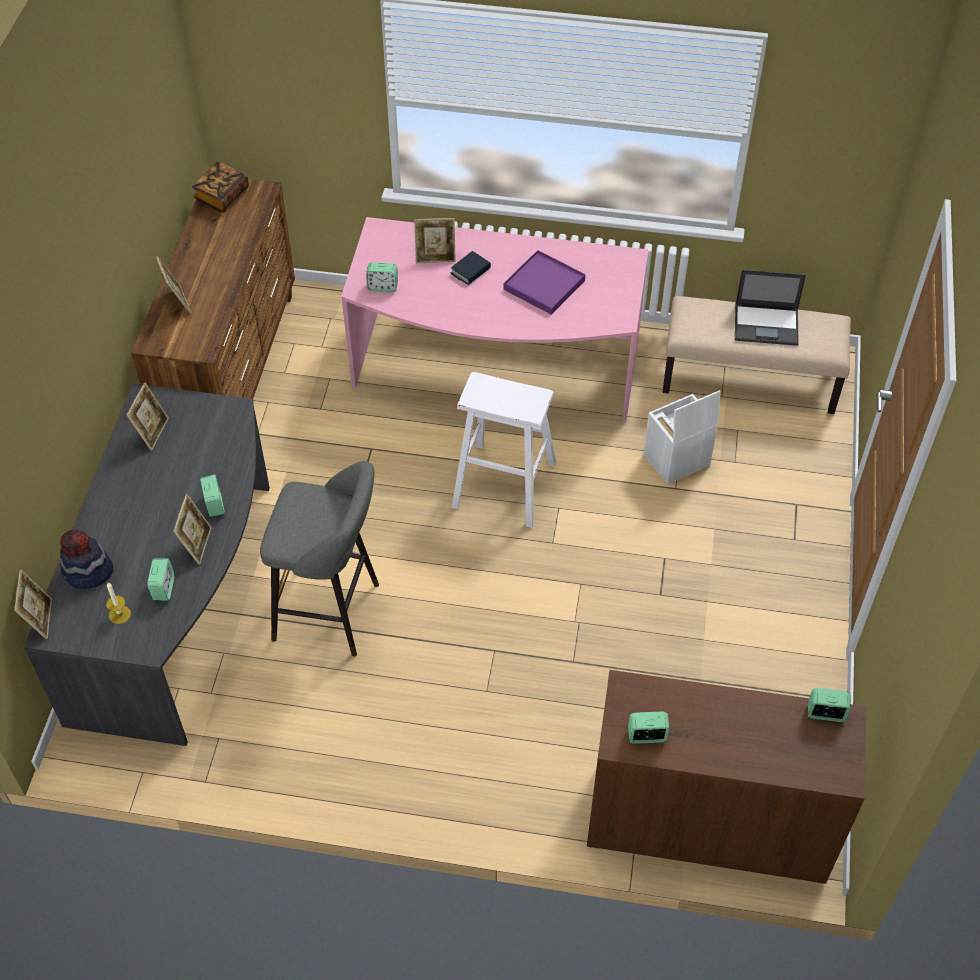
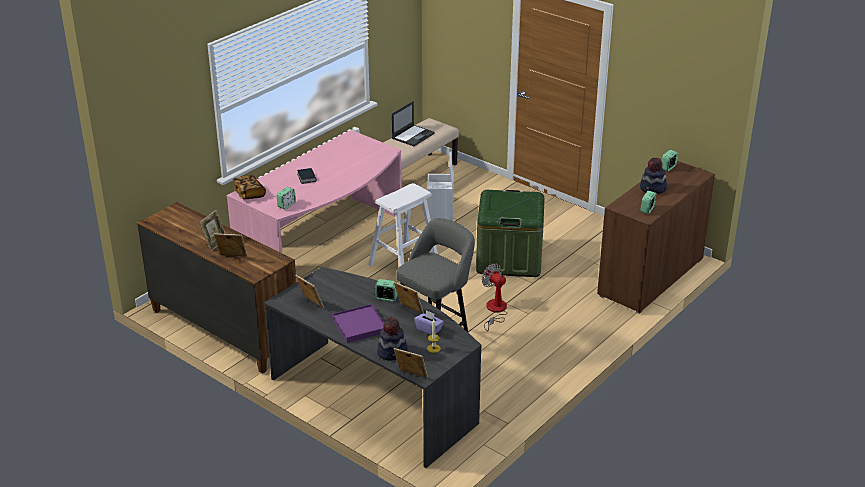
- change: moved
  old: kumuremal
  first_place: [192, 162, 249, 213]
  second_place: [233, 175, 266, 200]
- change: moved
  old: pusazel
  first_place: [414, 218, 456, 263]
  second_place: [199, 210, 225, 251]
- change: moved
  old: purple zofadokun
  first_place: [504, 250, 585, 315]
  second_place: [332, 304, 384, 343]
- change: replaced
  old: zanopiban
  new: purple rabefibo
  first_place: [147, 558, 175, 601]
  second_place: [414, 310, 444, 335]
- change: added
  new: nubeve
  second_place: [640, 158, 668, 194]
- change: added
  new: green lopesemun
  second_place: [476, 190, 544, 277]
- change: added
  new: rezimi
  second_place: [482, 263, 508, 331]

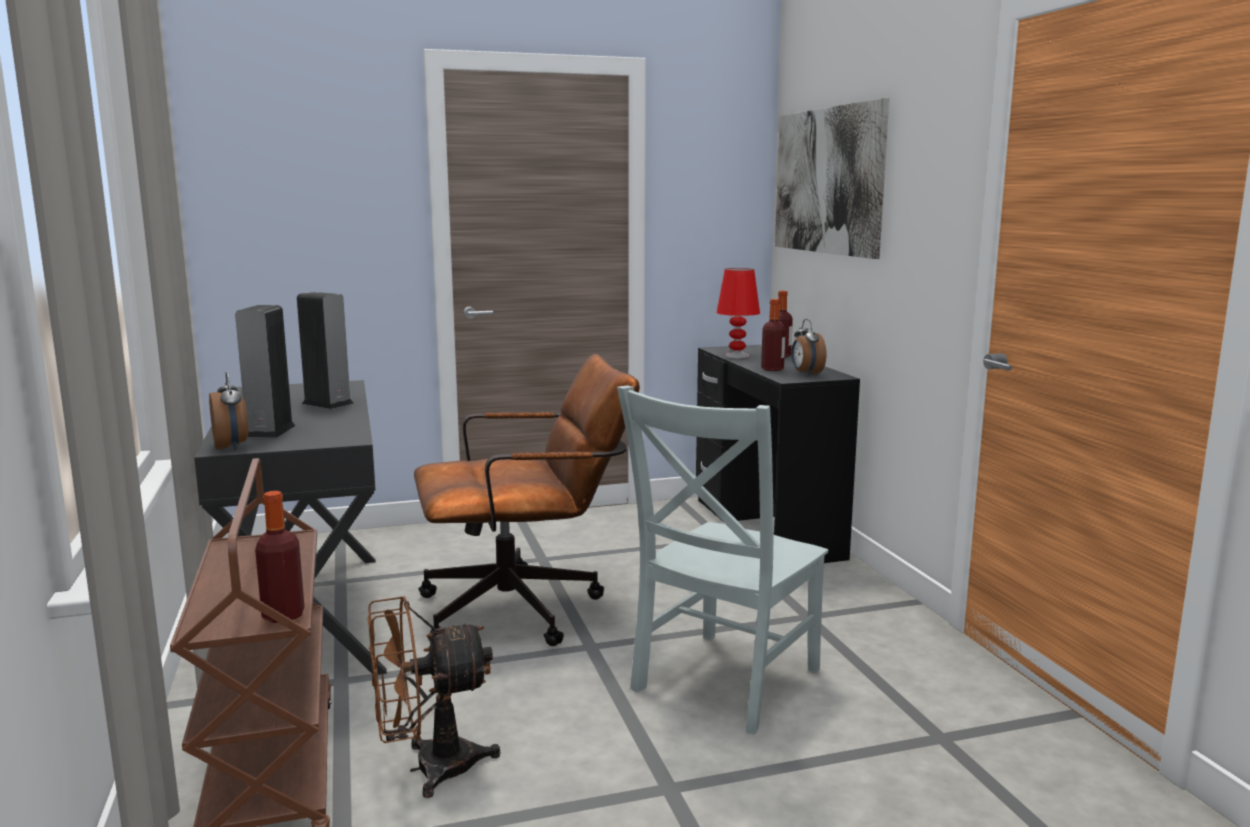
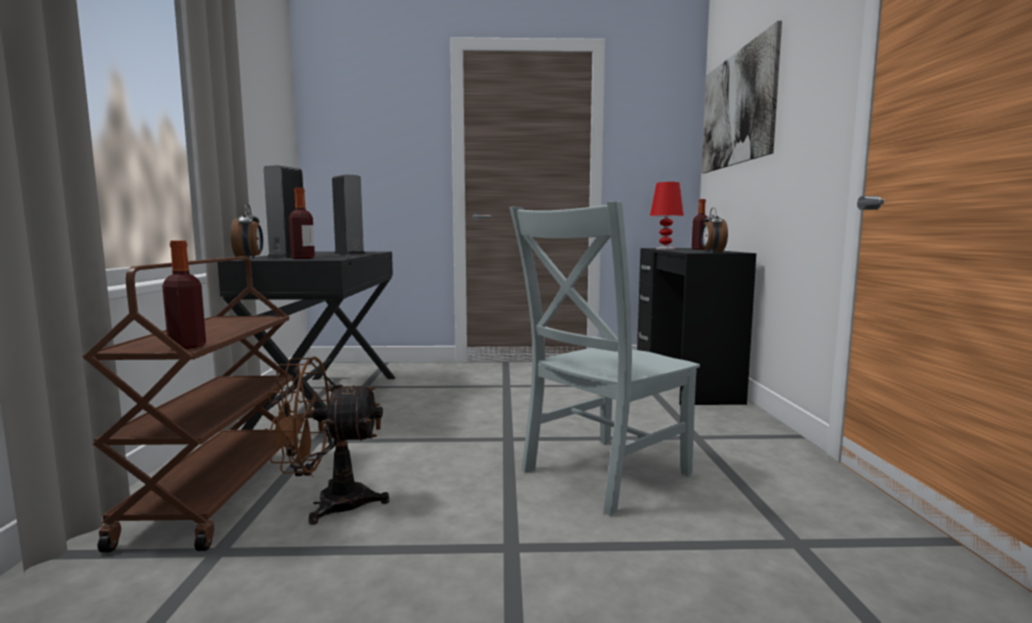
- change: moved
  old: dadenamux
  first_place: [761, 299, 786, 371]
  second_place: [289, 188, 315, 259]
- change: removed
  old: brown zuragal
  first_place: [414, 354, 640, 646]

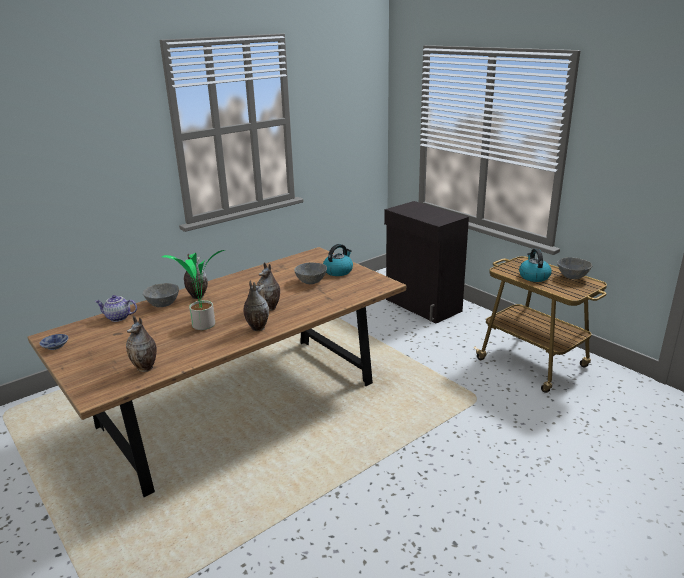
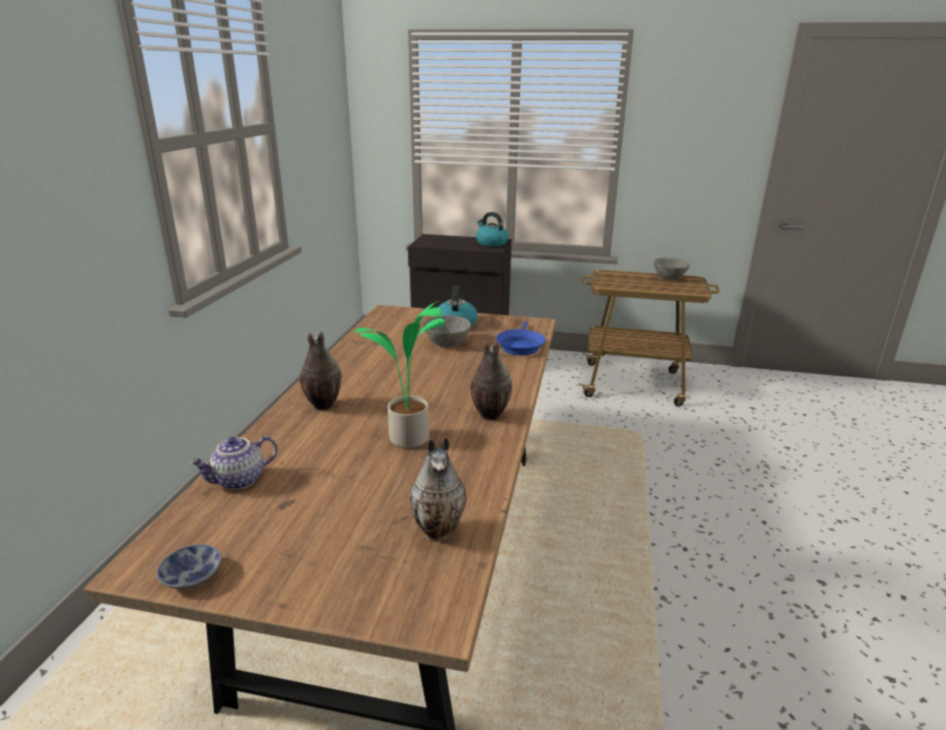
- change: moved
  old: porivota
  first_place: [519, 249, 552, 282]
  second_place: [476, 212, 509, 247]
- change: removed
  old: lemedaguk
  first_place: [256, 262, 280, 311]
- change: removed
  old: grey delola
  first_place: [143, 283, 179, 307]
- change: added
  new: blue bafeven
  second_place: [496, 321, 546, 355]

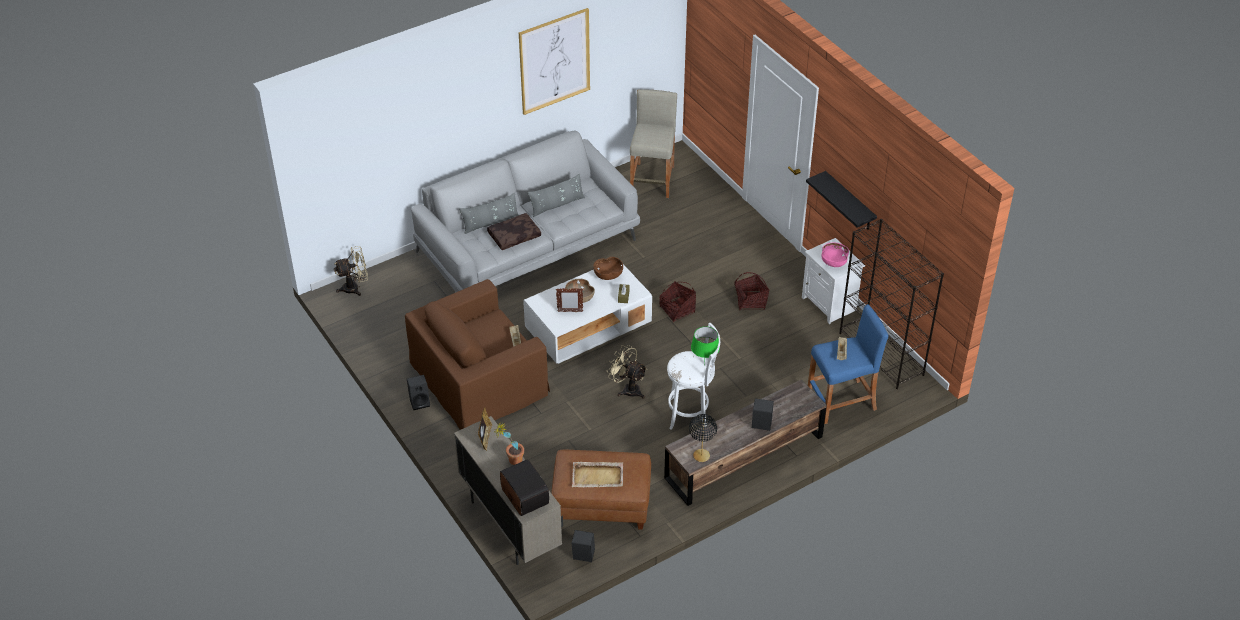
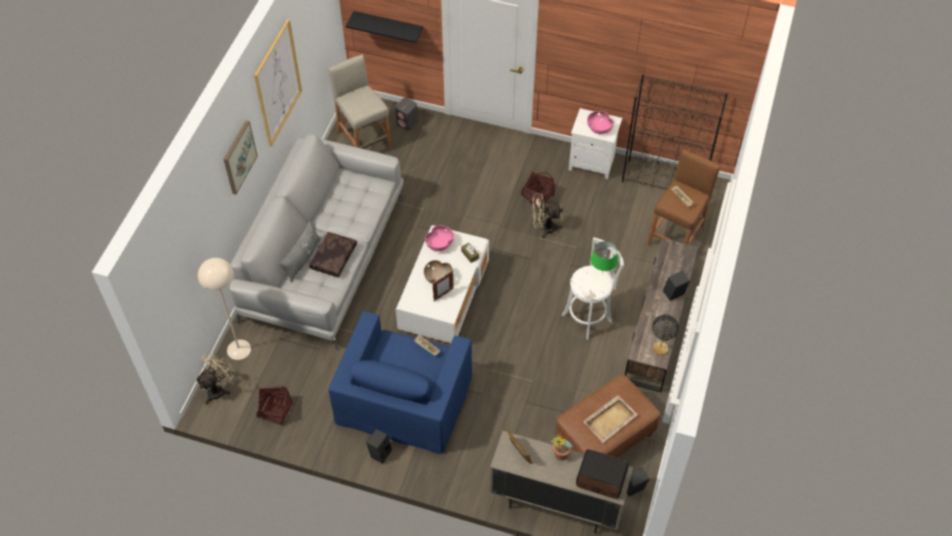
- change: moved
  old: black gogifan
  first_place: [806, 171, 877, 230]
  second_place: [346, 11, 423, 43]
- change: removed
  old: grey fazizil
  first_place: [528, 173, 585, 217]
- change: recoloured
  old: brown delola
  new: pink delola
  first_place: [593, 257, 623, 280]
  second_place: [425, 226, 454, 251]
- change: recoloured
  old: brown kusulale
  new: blue kusulale
  first_place: [405, 279, 550, 430]
  second_place: [328, 311, 472, 454]
- change: moved
  old: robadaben
  first_place: [659, 281, 696, 322]
  second_place: [256, 385, 293, 426]
- change: recoloured
  old: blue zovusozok
  new: brown zovusozok
  first_place: [808, 304, 888, 424]
  second_place: [648, 150, 720, 245]
- change: moved
  old: beige rezimi
  first_place: [608, 345, 647, 399]
  second_place: [532, 193, 563, 238]
- change: added
  new: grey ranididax
  second_place: [395, 98, 418, 131]
- change: added
  new: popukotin
  second_place: [224, 120, 258, 195]
- change: added
  new: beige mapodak
  second_place: [198, 258, 251, 360]

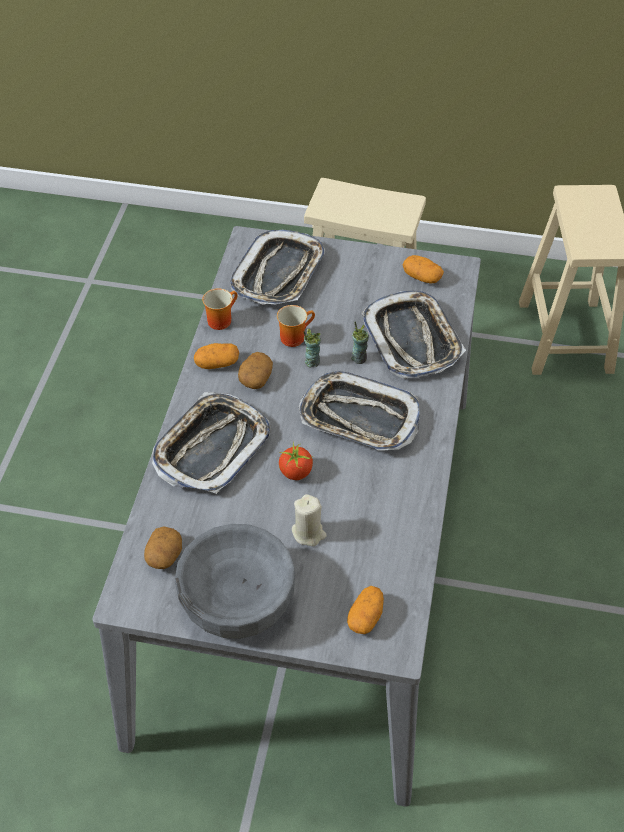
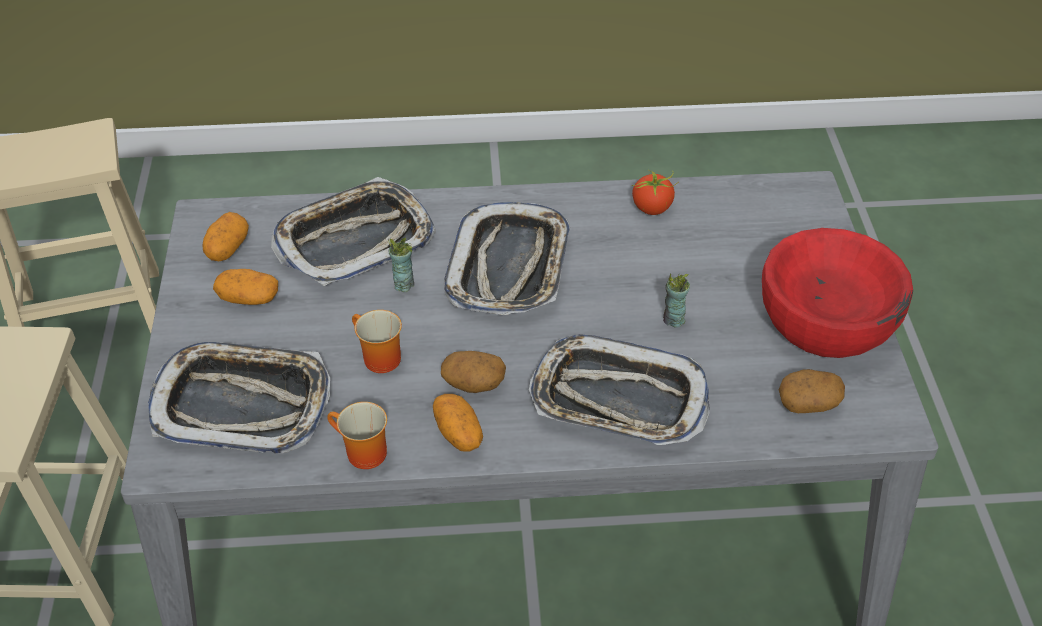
- change: moved
  old: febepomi
  first_place: [303, 329, 321, 367]
  second_place: [663, 273, 690, 328]
- change: moved
  old: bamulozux
  first_place: [279, 443, 313, 480]
  second_place: [632, 170, 679, 215]
- change: removed
  old: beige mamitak
  first_place: [292, 494, 327, 546]
- change: recoloured
  old: grey delola
  new: red delola
  first_place: [175, 524, 295, 639]
  second_place: [762, 228, 913, 358]
- change: moved
  old: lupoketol
  first_place: [347, 586, 384, 634]
  second_place: [213, 269, 278, 305]

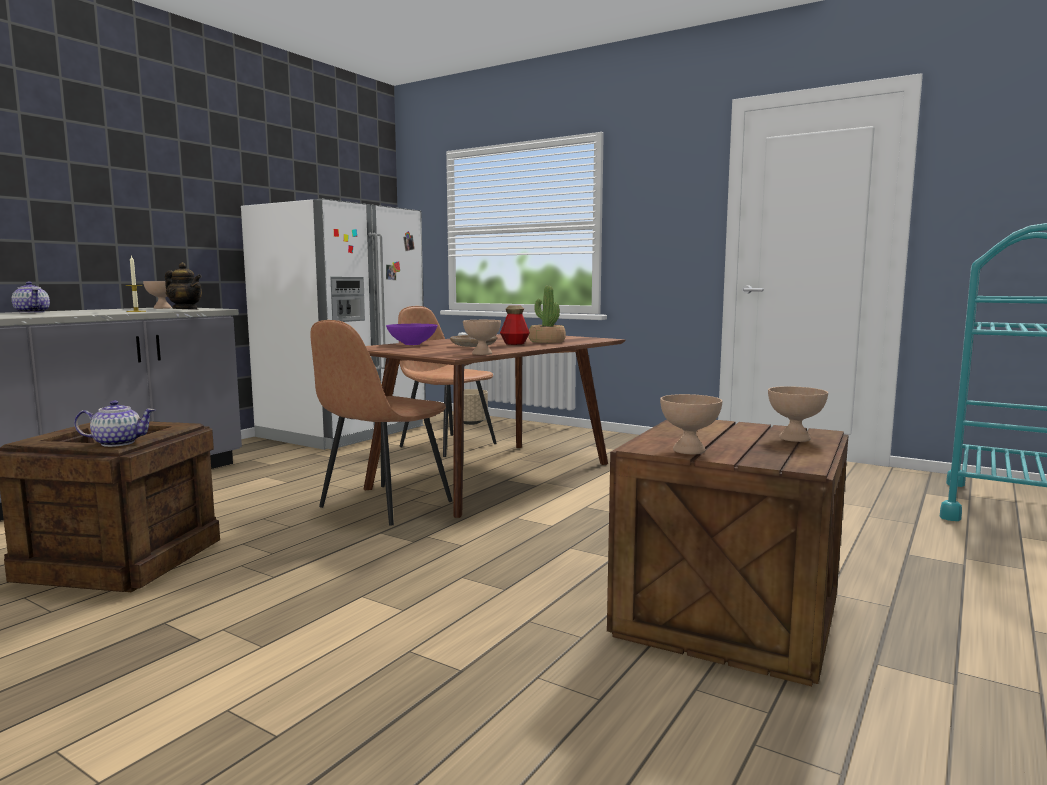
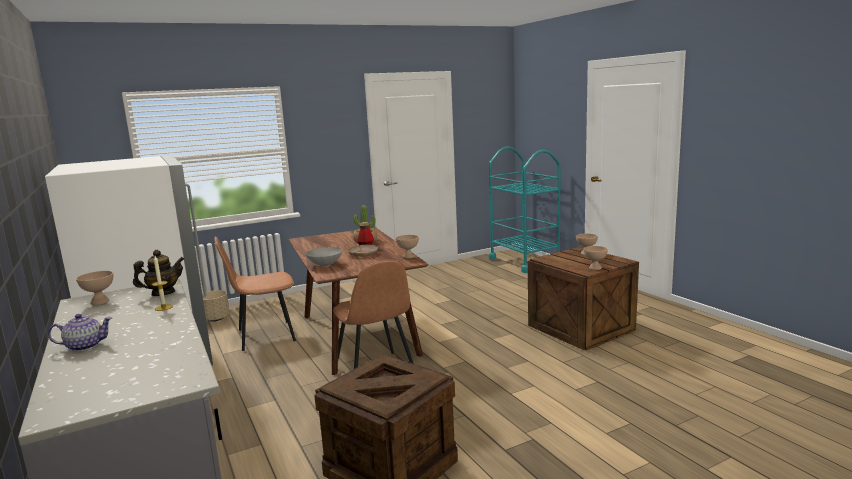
- change: recoloured
  old: purple delola
  new: grey delola
  first_place: [386, 324, 438, 345]
  second_place: [306, 247, 342, 267]
- change: removed
  old: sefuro
  first_place: [74, 400, 155, 447]

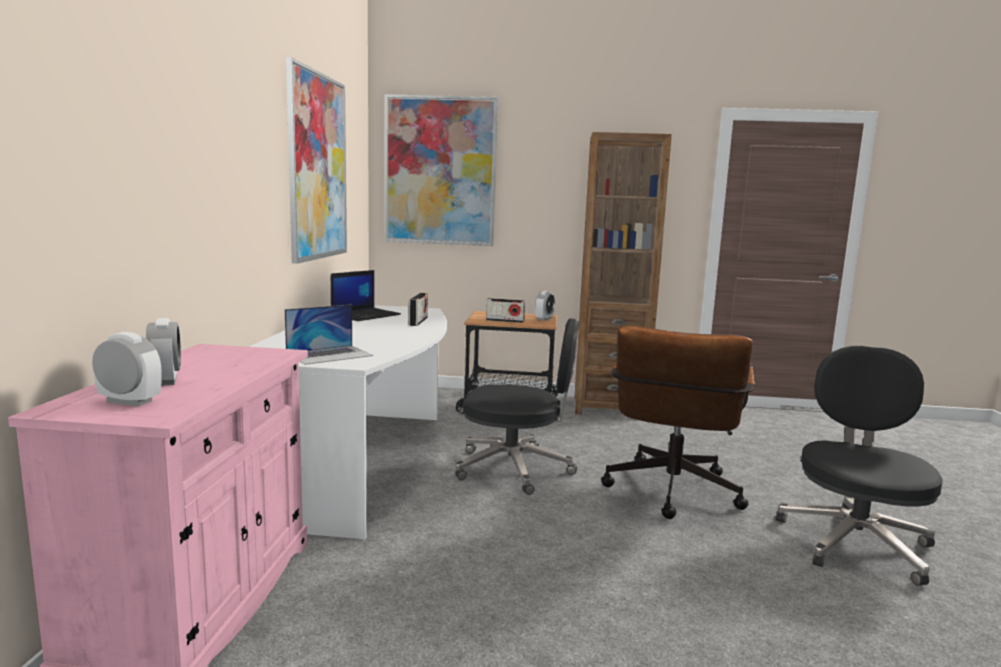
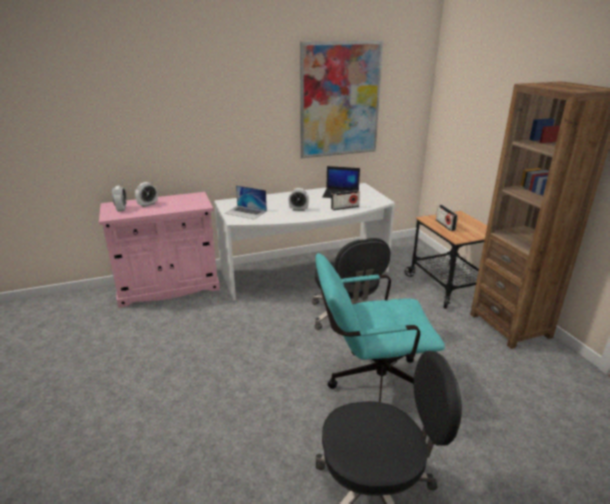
- change: removed
  old: popukotin
  first_place: [385, 94, 498, 246]
- change: moved
  old: zanopiban
  first_place: [535, 291, 555, 321]
  second_place: [289, 188, 309, 211]
- change: recoloured
  old: brown zuragal
  new: turquoise zuragal
  first_place: [601, 325, 755, 519]
  second_place: [315, 253, 445, 402]

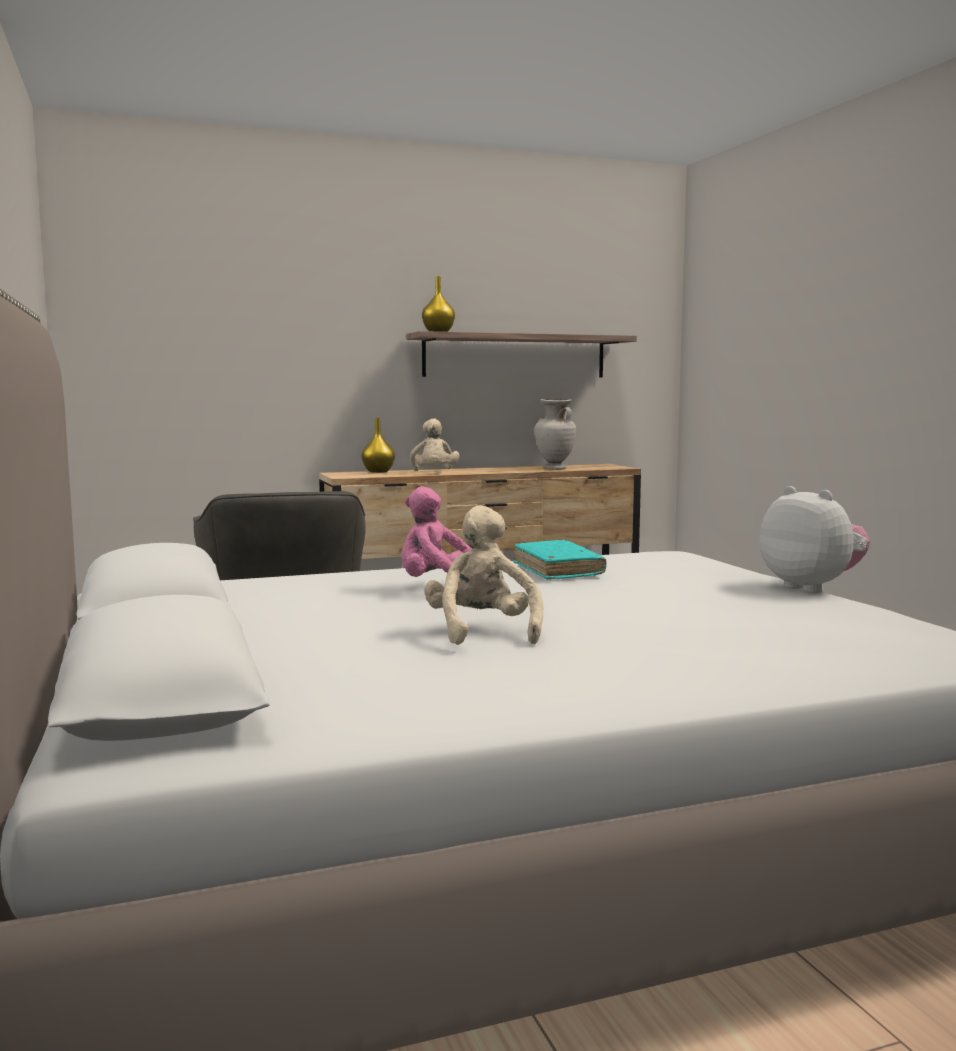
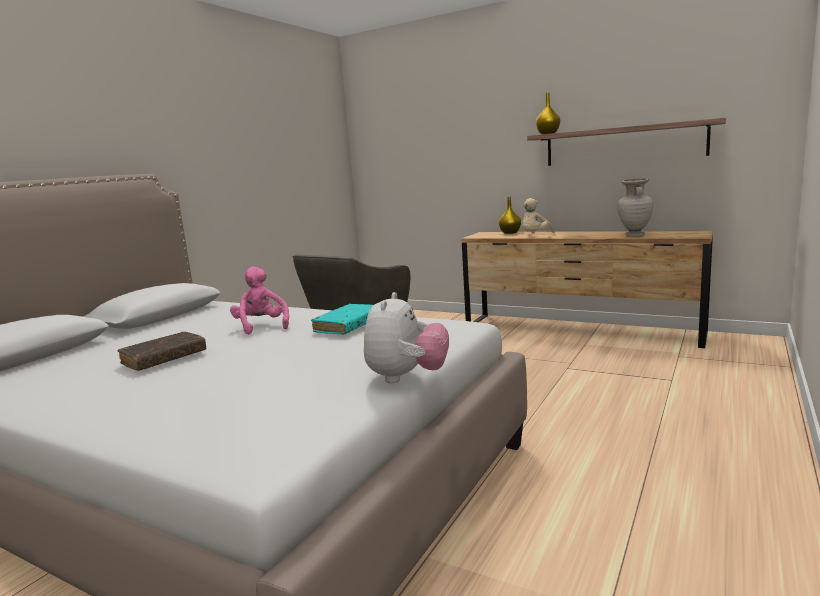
- change: replaced
  old: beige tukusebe
  new: brown kumuremal
  first_place: [424, 505, 544, 645]
  second_place: [117, 332, 206, 371]

